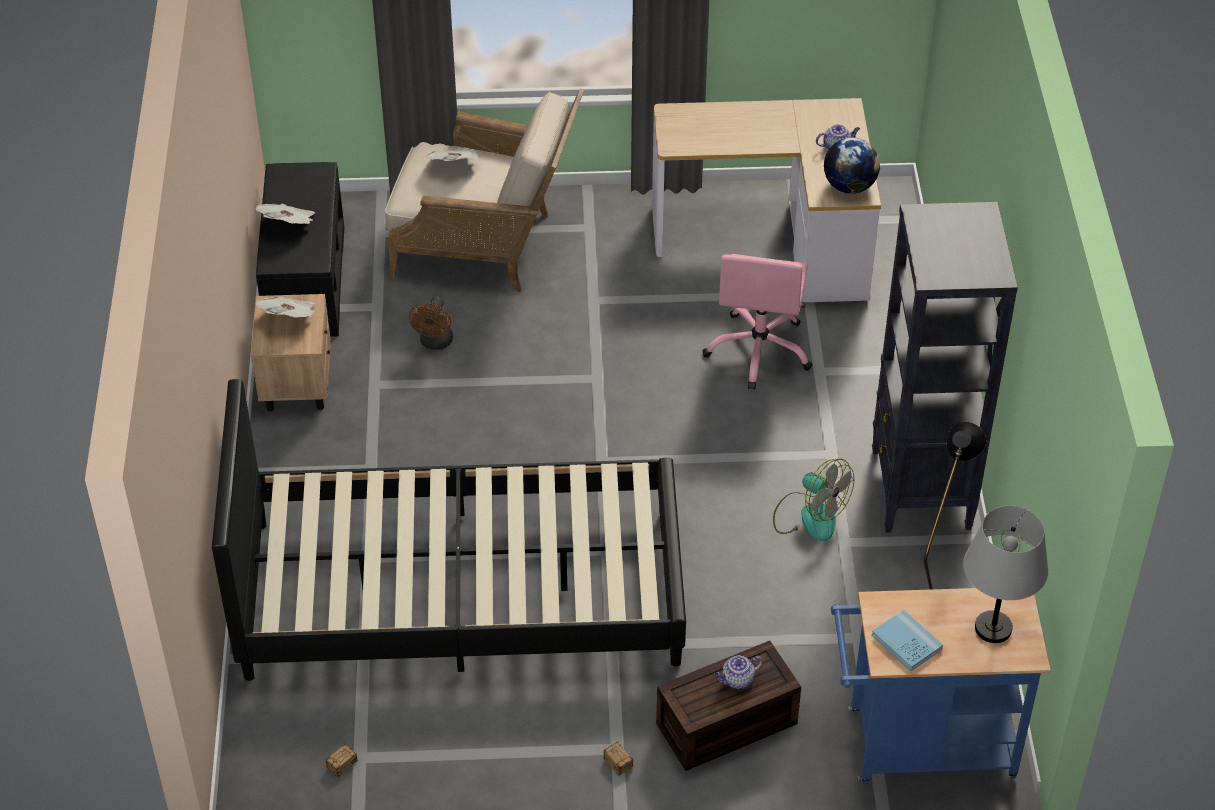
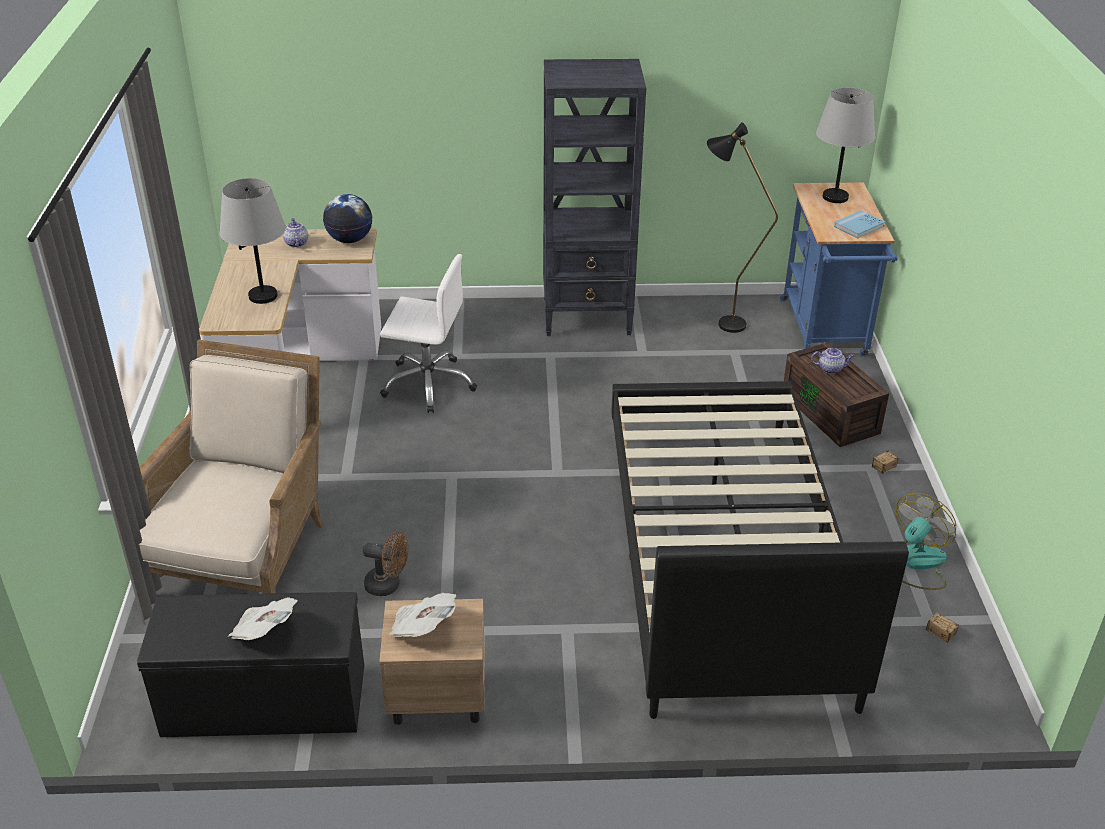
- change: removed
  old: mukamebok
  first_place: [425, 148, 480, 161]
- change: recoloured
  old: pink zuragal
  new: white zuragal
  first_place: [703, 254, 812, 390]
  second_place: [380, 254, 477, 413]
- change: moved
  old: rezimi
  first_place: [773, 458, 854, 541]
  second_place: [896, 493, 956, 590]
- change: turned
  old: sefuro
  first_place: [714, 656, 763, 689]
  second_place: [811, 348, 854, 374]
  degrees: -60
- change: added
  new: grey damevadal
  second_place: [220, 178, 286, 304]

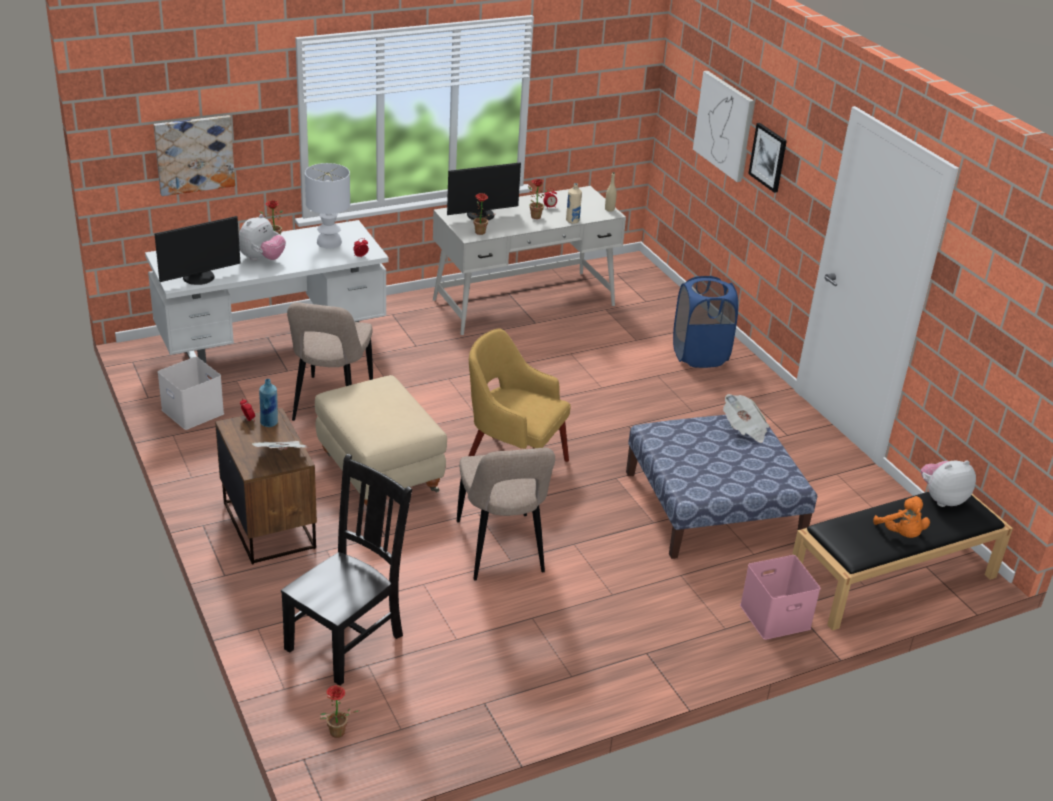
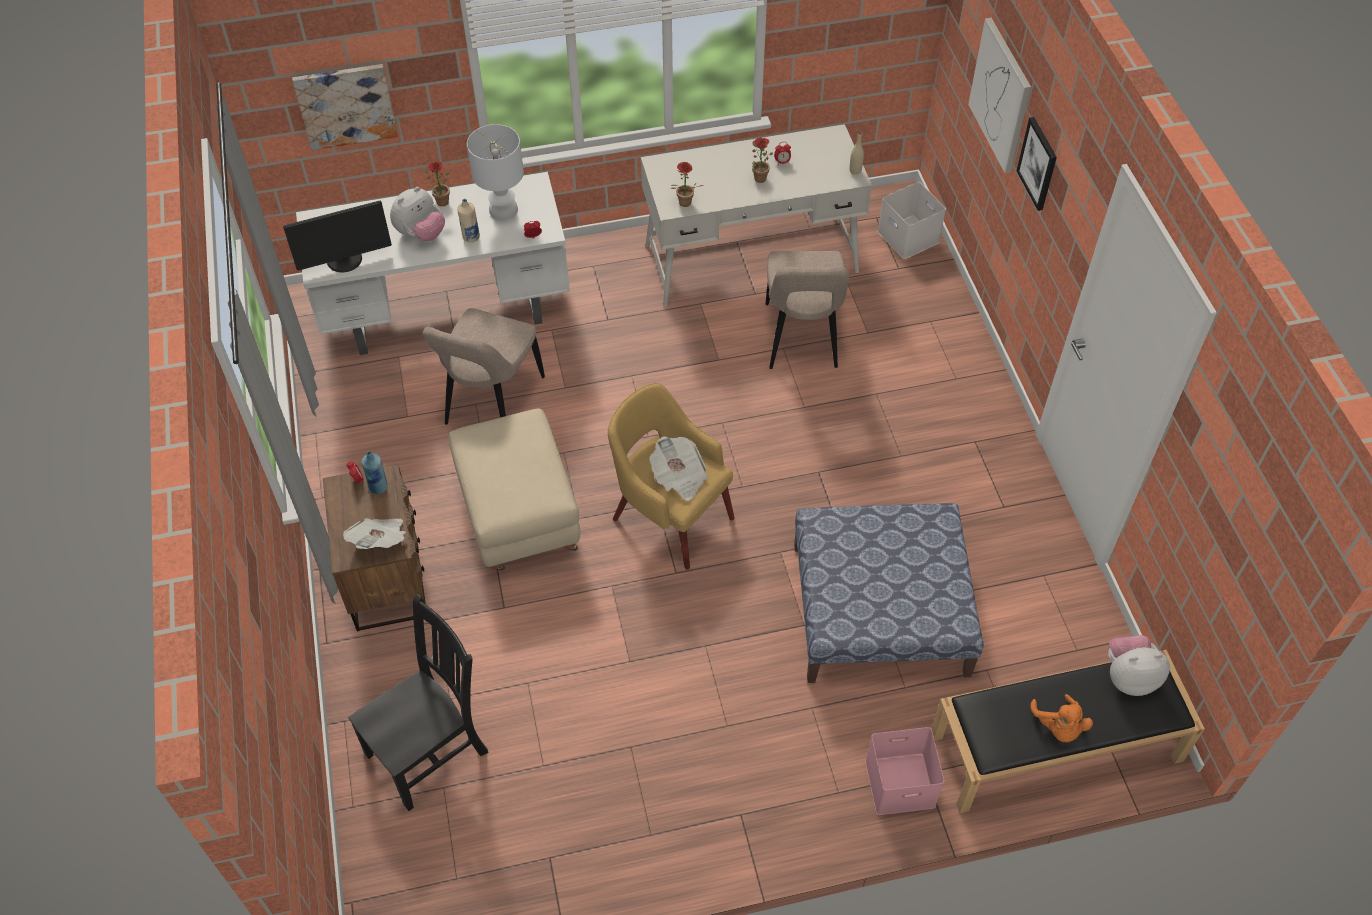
- change: removed
  old: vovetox
  first_place: [447, 162, 521, 220]
- change: moved
  old: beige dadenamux
  first_place: [566, 183, 582, 224]
  second_place: [457, 199, 480, 243]
- change: removed
  old: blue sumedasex
  first_place: [673, 276, 738, 368]
- change: moved
  old: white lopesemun
  first_place: [157, 357, 224, 430]
  second_place: [877, 182, 946, 259]
- change: moved
  old: mukamebok
  first_place: [723, 394, 769, 443]
  second_place: [649, 436, 709, 501]
- change: moved
  old: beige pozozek
  first_place: [457, 448, 555, 581]
  second_place: [766, 251, 850, 369]
- change: removed
  old: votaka
  first_place: [320, 685, 359, 738]

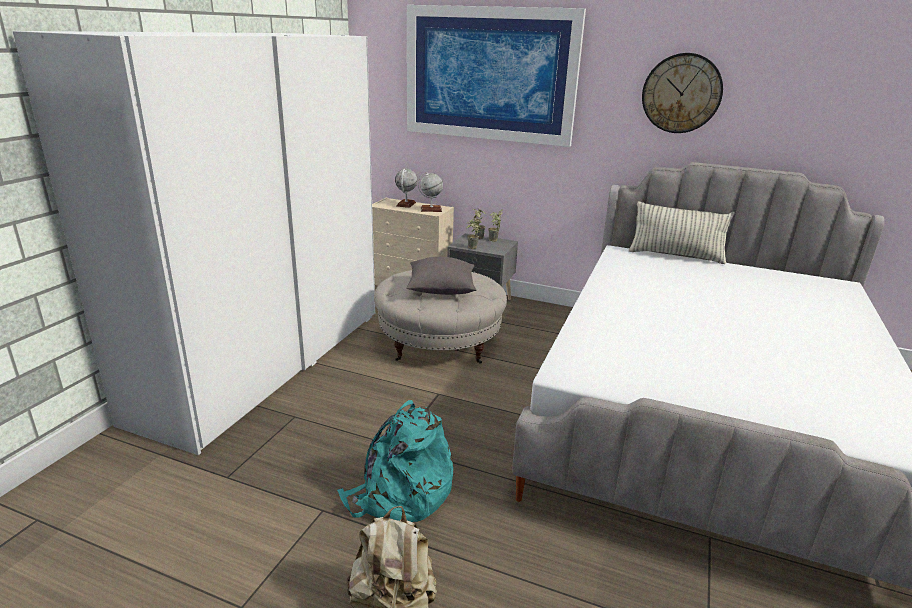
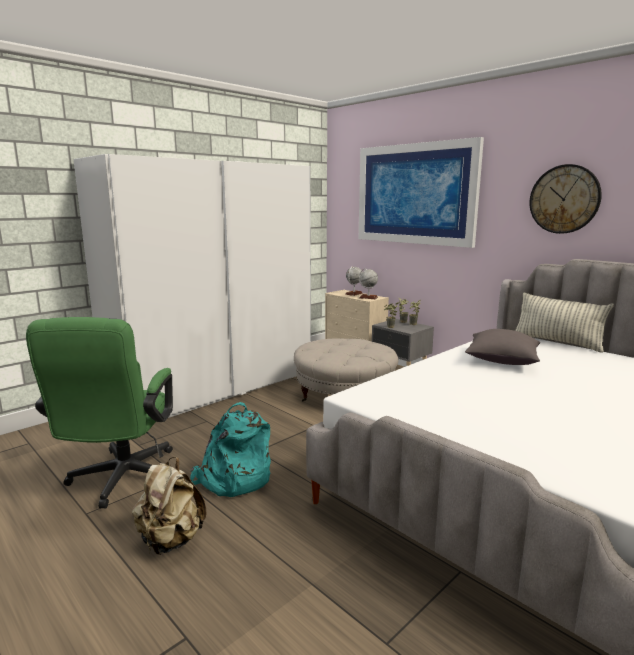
- change: moved
  old: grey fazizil
  first_place: [406, 257, 476, 295]
  second_place: [465, 329, 540, 365]
- change: added
  new: green zuragal
  second_place: [26, 317, 173, 508]

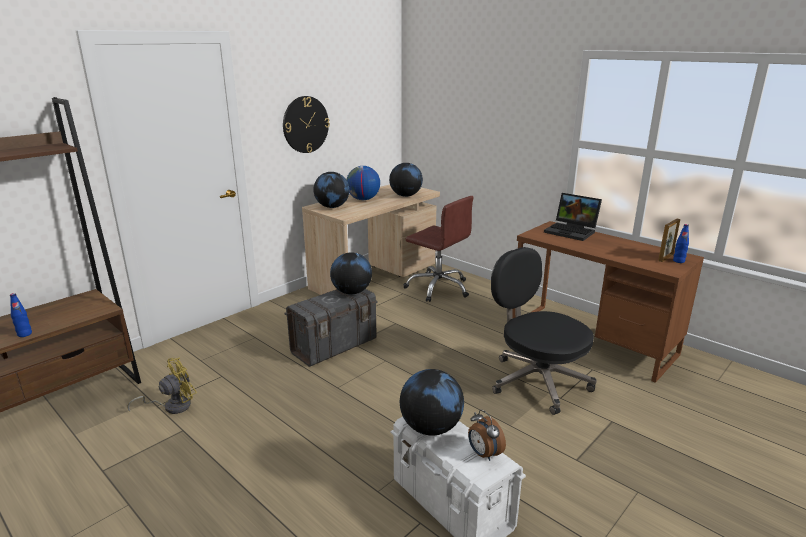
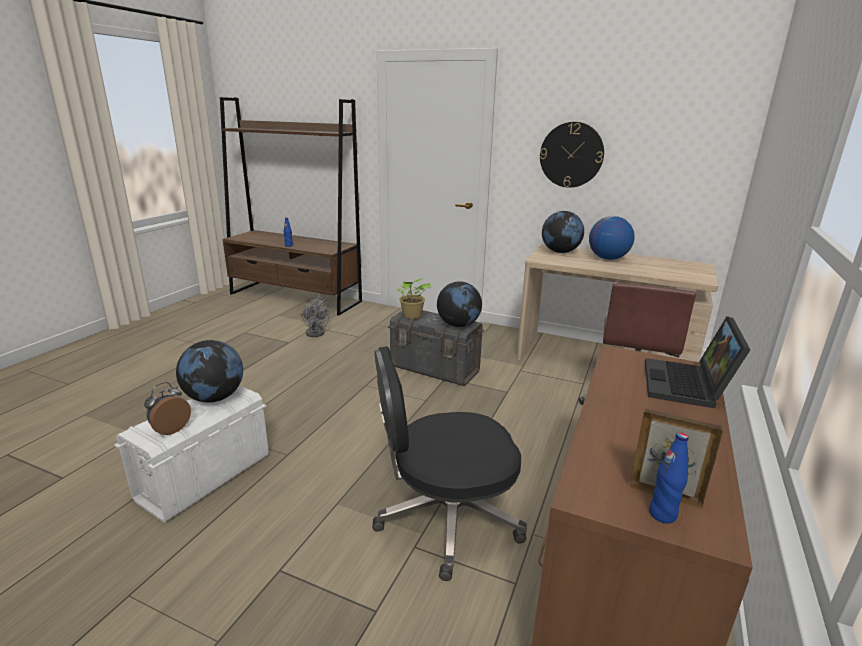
- change: removed
  old: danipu
  first_place: [389, 163, 423, 197]
- change: turned
  old: black zuragal
  first_place: [491, 247, 597, 415]
  second_place: [372, 346, 527, 581]
  degrees: -135
- change: recoloured
  old: yellow rezimi
  new: grey rezimi
  first_place: [127, 358, 197, 414]
  second_place: [301, 296, 330, 337]
- change: added
  new: votaka
  second_place: [397, 278, 431, 319]

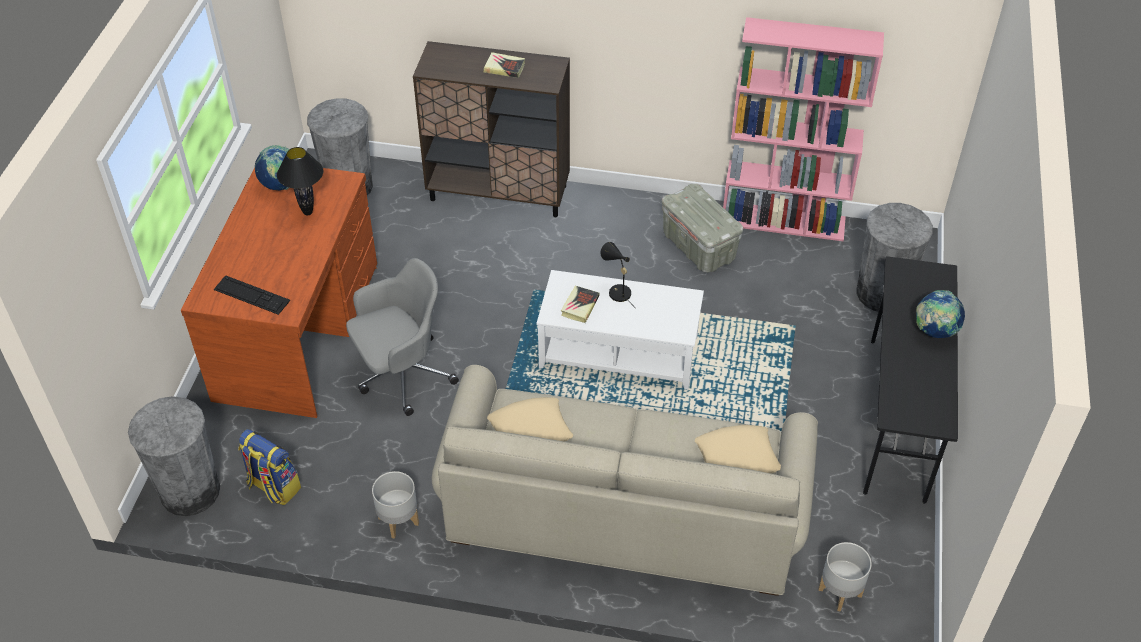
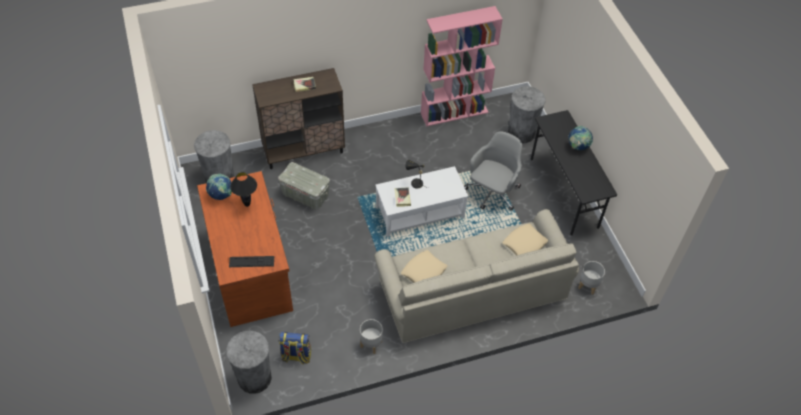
- change: moved
  old: grey lopesemun
  first_place: [662, 183, 743, 273]
  second_place: [278, 162, 330, 209]
- change: moved
  old: grey zuragal
  first_place: [346, 258, 459, 416]
  second_place: [464, 131, 522, 211]

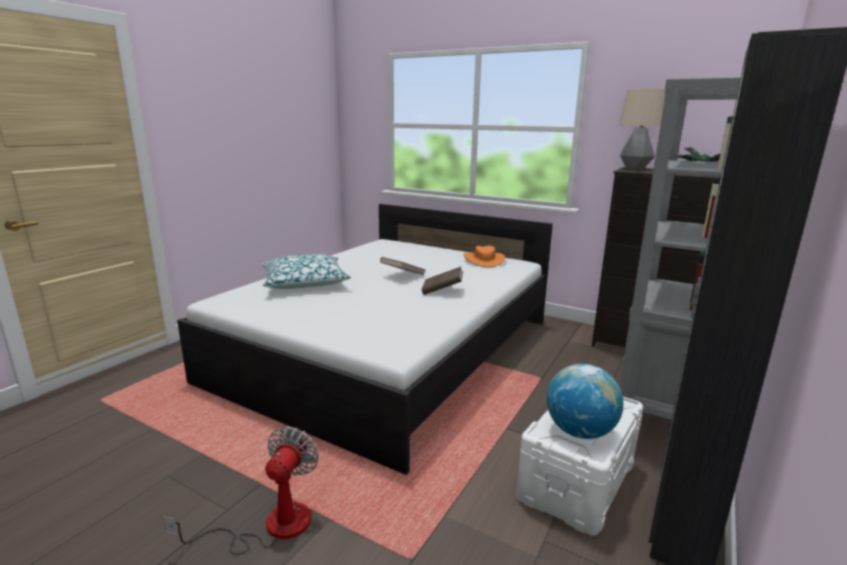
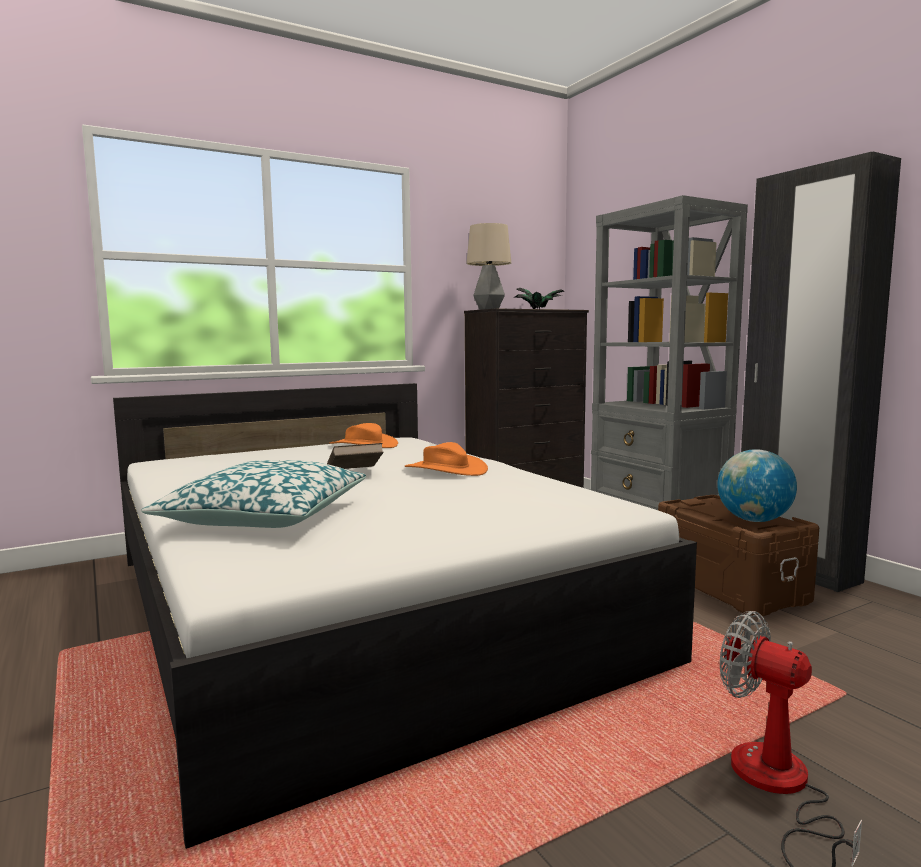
- change: replaced
  old: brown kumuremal
  new: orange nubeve
  first_place: [421, 267, 463, 295]
  second_place: [405, 442, 488, 476]
- change: recoloured
  old: white lopesemun
  new: brown lopesemun
  first_place: [516, 397, 643, 536]
  second_place: [658, 495, 819, 616]

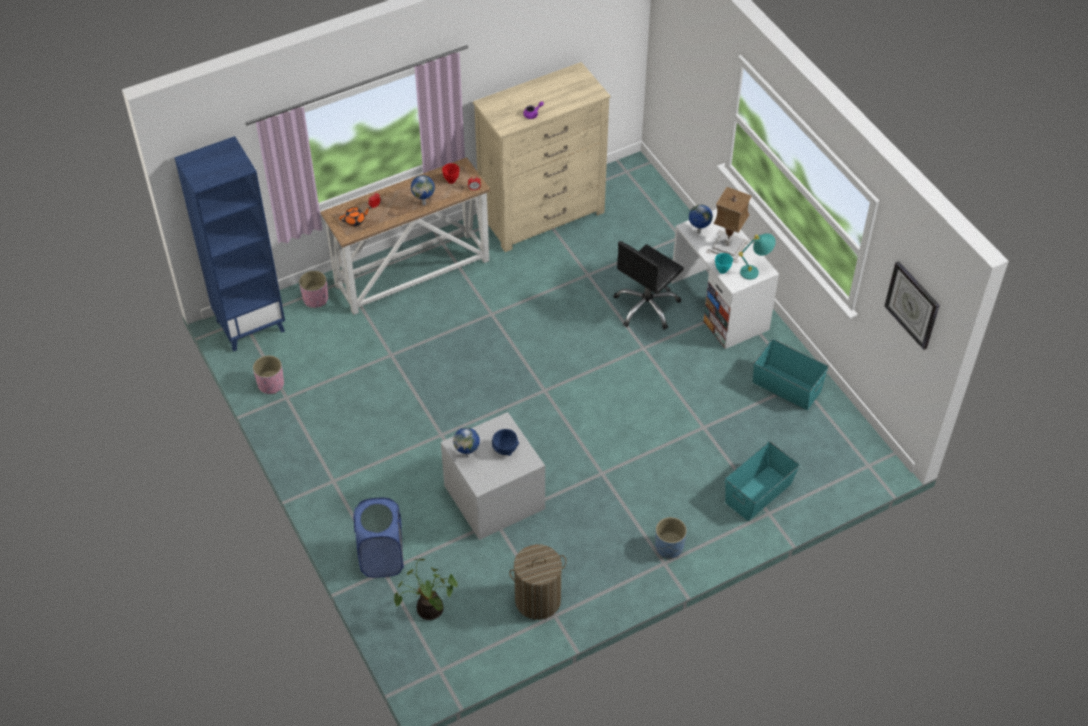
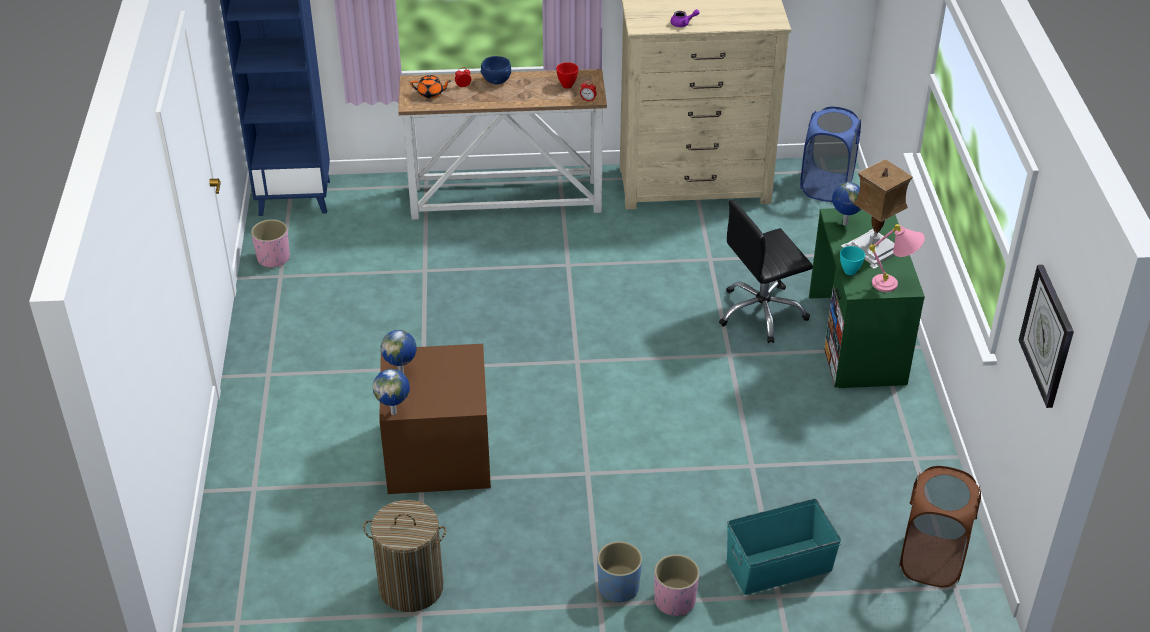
- change: moved
  old: danipu
  first_place: [411, 175, 435, 205]
  second_place: [373, 369, 410, 415]
- change: recoloured
  old: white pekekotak
  new: green pekekotak
  first_place: [671, 209, 779, 349]
  second_place: [809, 208, 925, 388]
- change: recoloured
  old: turquoise damevadal
  new: pink damevadal
  first_place: [738, 233, 776, 280]
  second_place: [869, 224, 925, 292]
- change: moved
  old: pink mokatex
  first_place: [299, 271, 328, 308]
  second_place: [654, 554, 700, 616]
- change: removed
  old: turquoise lopesemun
  first_place: [753, 339, 828, 410]
- change: recoloured
  old: grey lopesemun
  new: brown lopesemun
  first_place: [441, 412, 545, 540]
  second_place: [379, 344, 491, 494]
- change: moved
  old: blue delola
  first_place: [492, 429, 519, 456]
  second_place: [481, 56, 511, 84]
- change: moved
  old: blue sumedasex
  first_place: [353, 498, 404, 578]
  second_place: [800, 107, 861, 202]
- change: removed
  old: votaka
  first_place: [394, 559, 458, 620]
- change: added
  new: brown sumedasex
  second_place: [899, 466, 981, 588]

